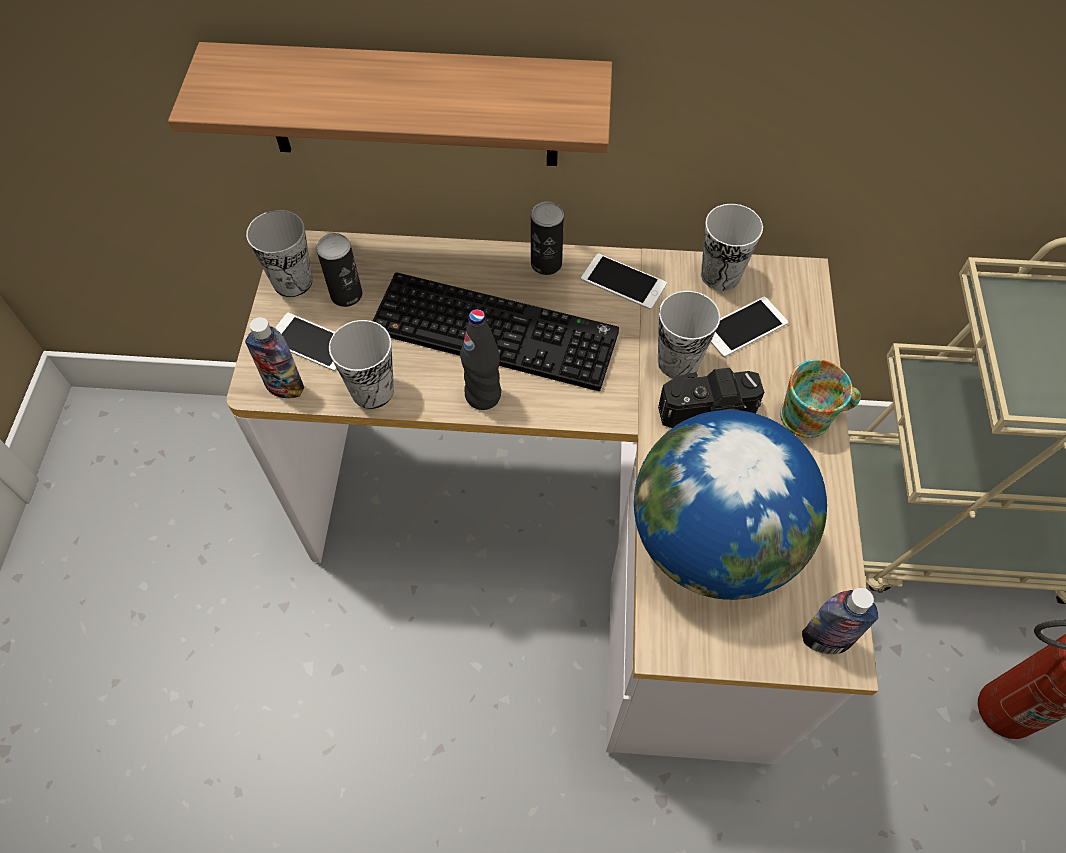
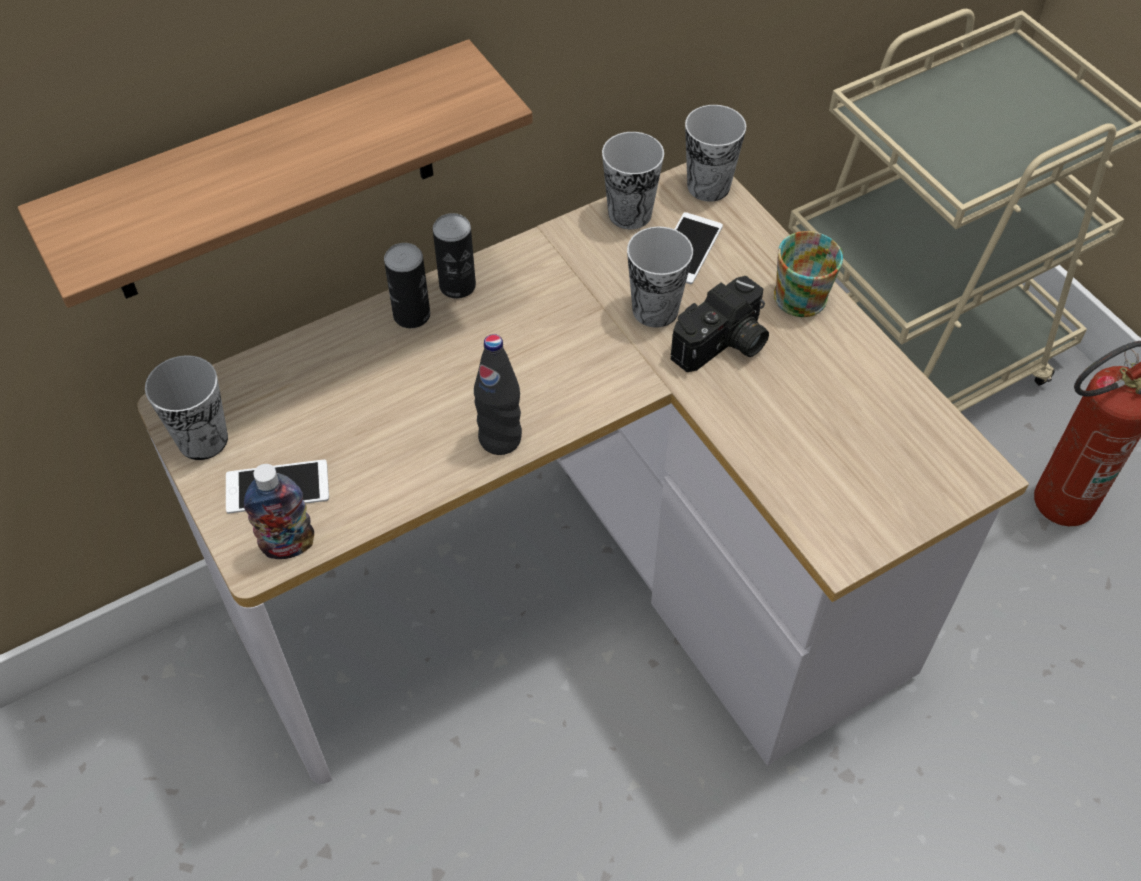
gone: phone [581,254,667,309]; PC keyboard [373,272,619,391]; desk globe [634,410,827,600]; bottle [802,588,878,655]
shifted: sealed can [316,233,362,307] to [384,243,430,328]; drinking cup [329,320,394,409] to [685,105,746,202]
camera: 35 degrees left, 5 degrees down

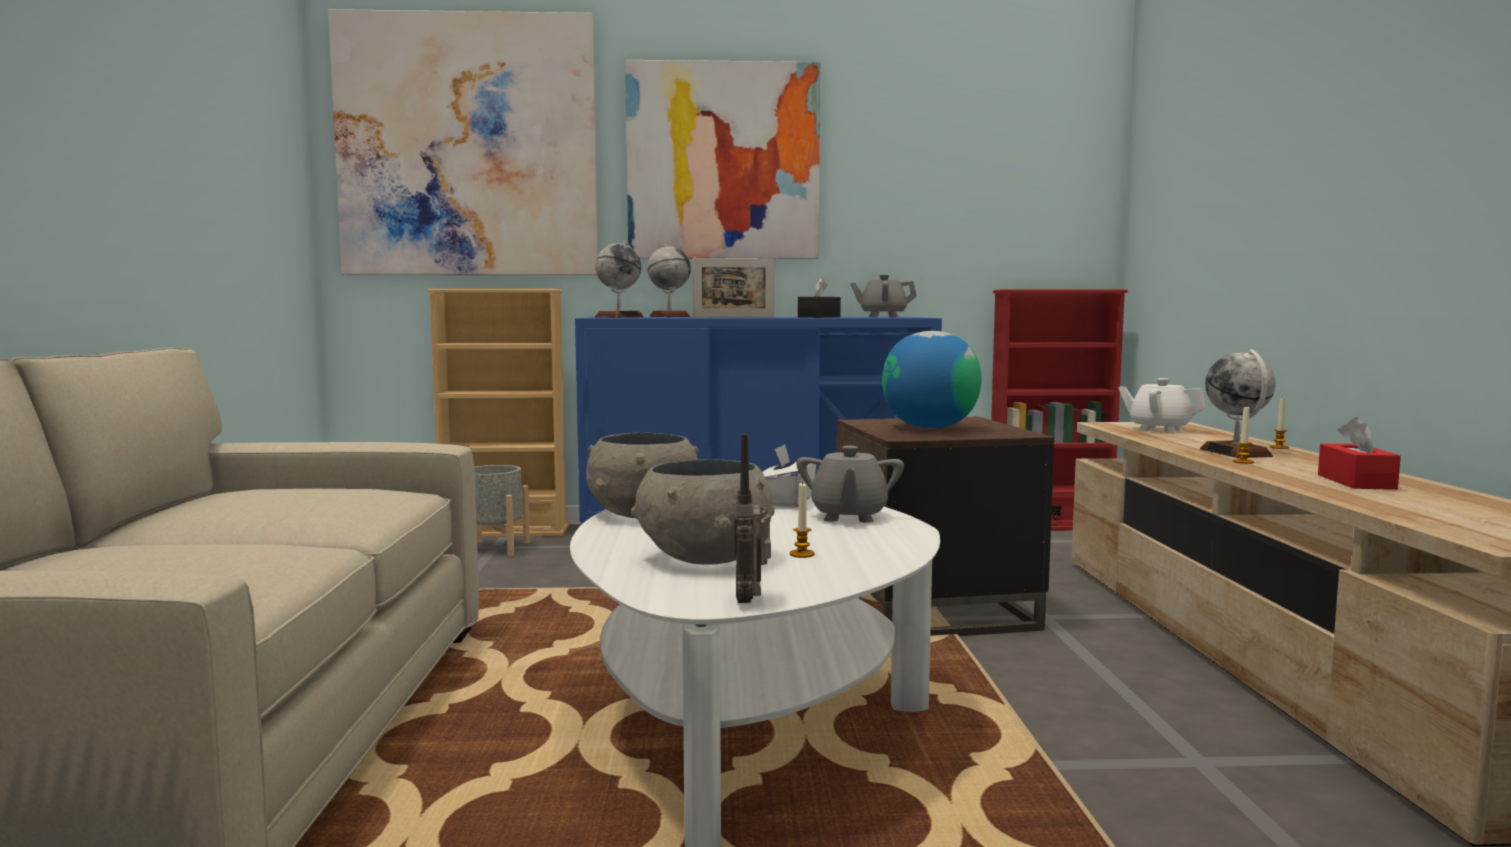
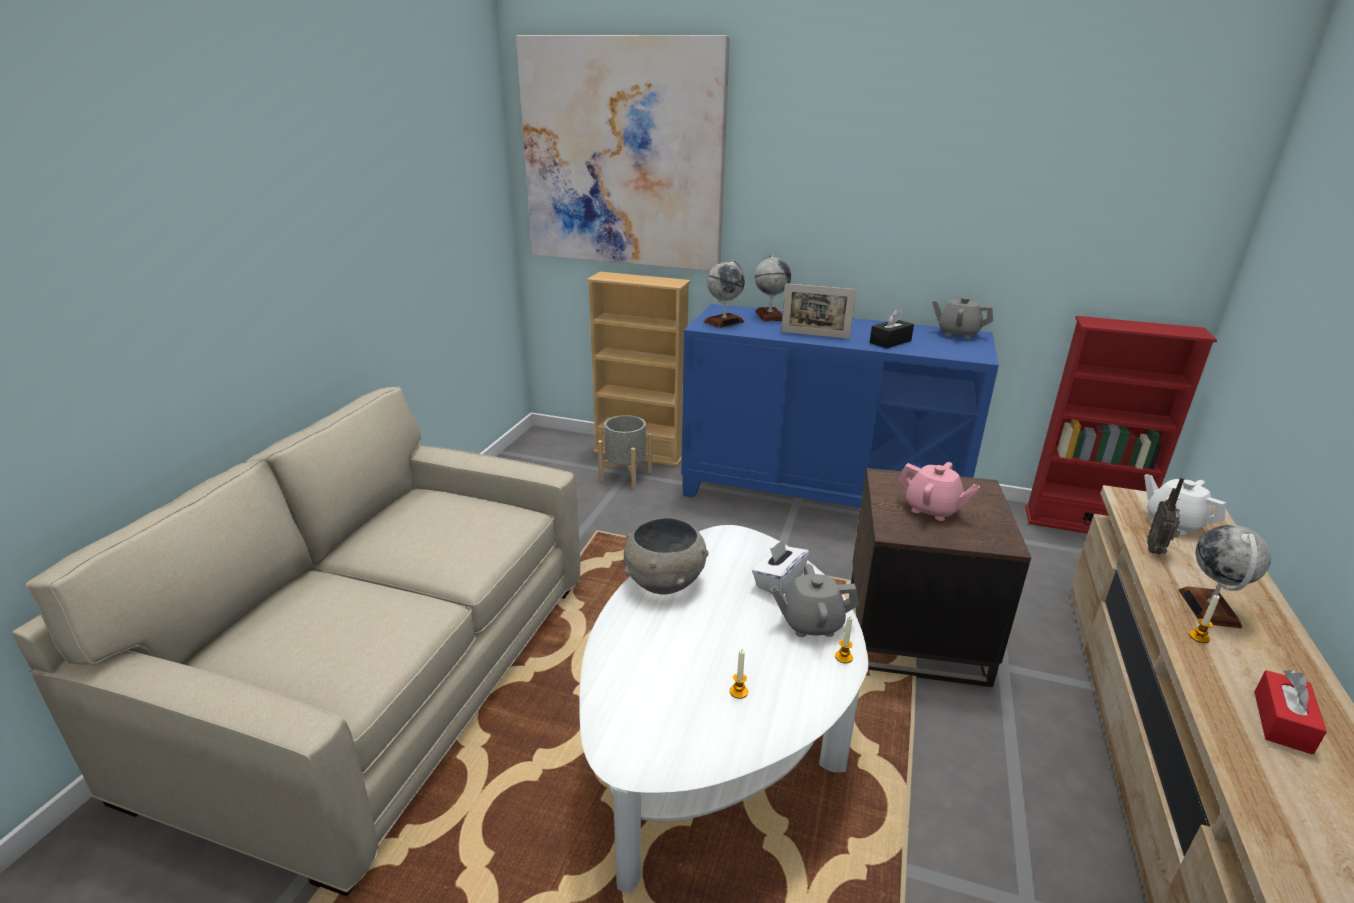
gone: wall picture [625,60,820,259]; grey serving bowl [631,459,775,565]
shifted: wax candle [1270,396,1289,449] to [835,617,853,663]; radio receiver [735,434,771,603] to [1147,478,1184,554]
swapped: desk globe [882,331,981,429] to pink-coloured tea pot [898,462,980,521]
rotated: grey tea pot [796,446,904,523] = [770,564,859,637] 60 degrees clockwise
camera: 20 degrees right, 20 degrees up

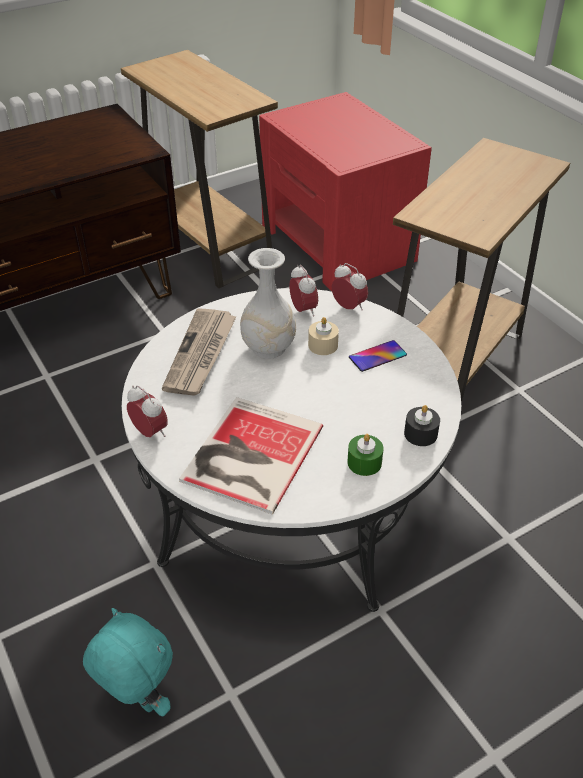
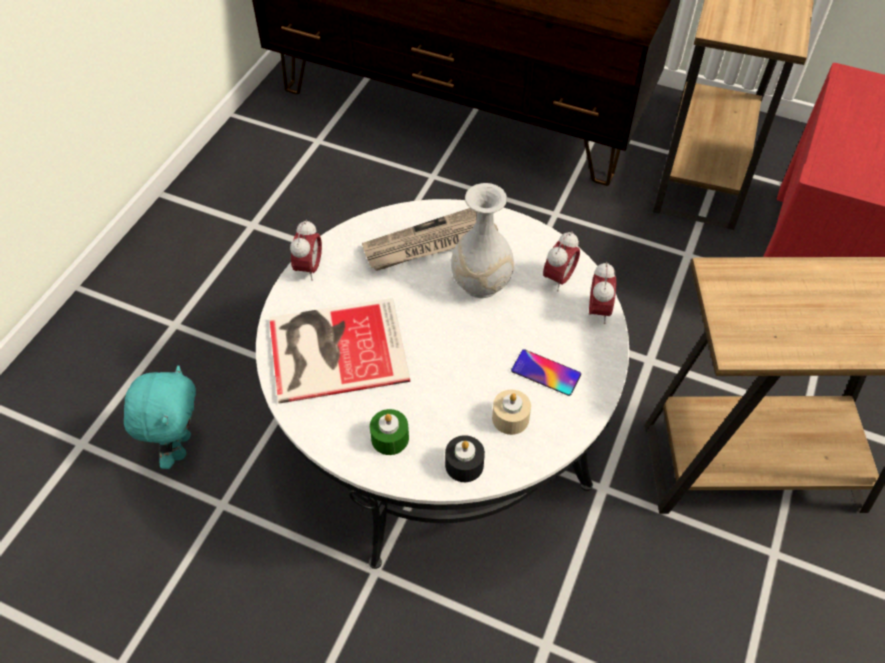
shifted: sand-coloured wax candle [308,317,339,355] to [492,389,531,435]
camera: 55 degrees right, 10 degrees up

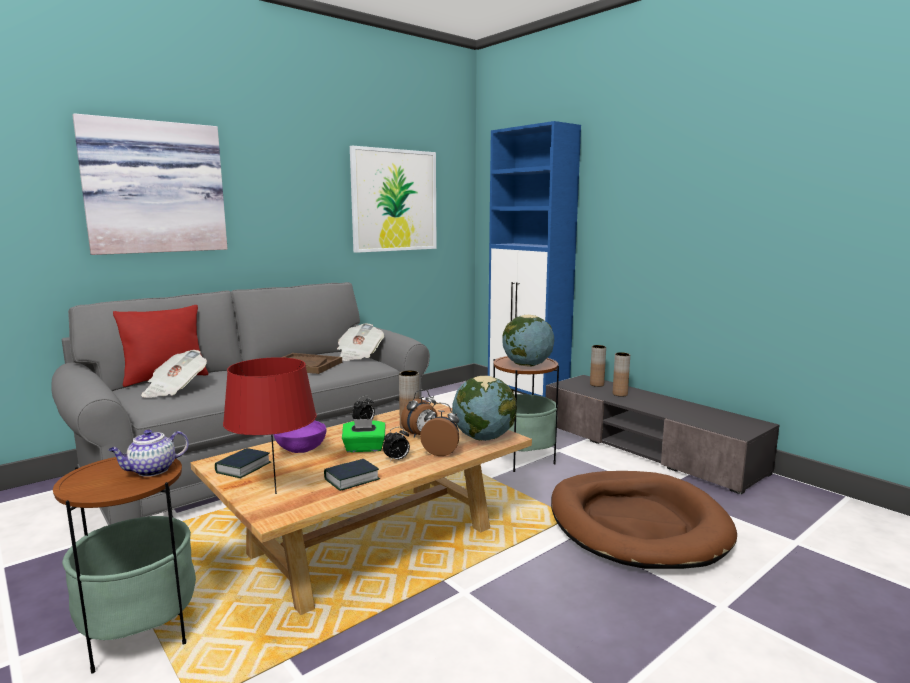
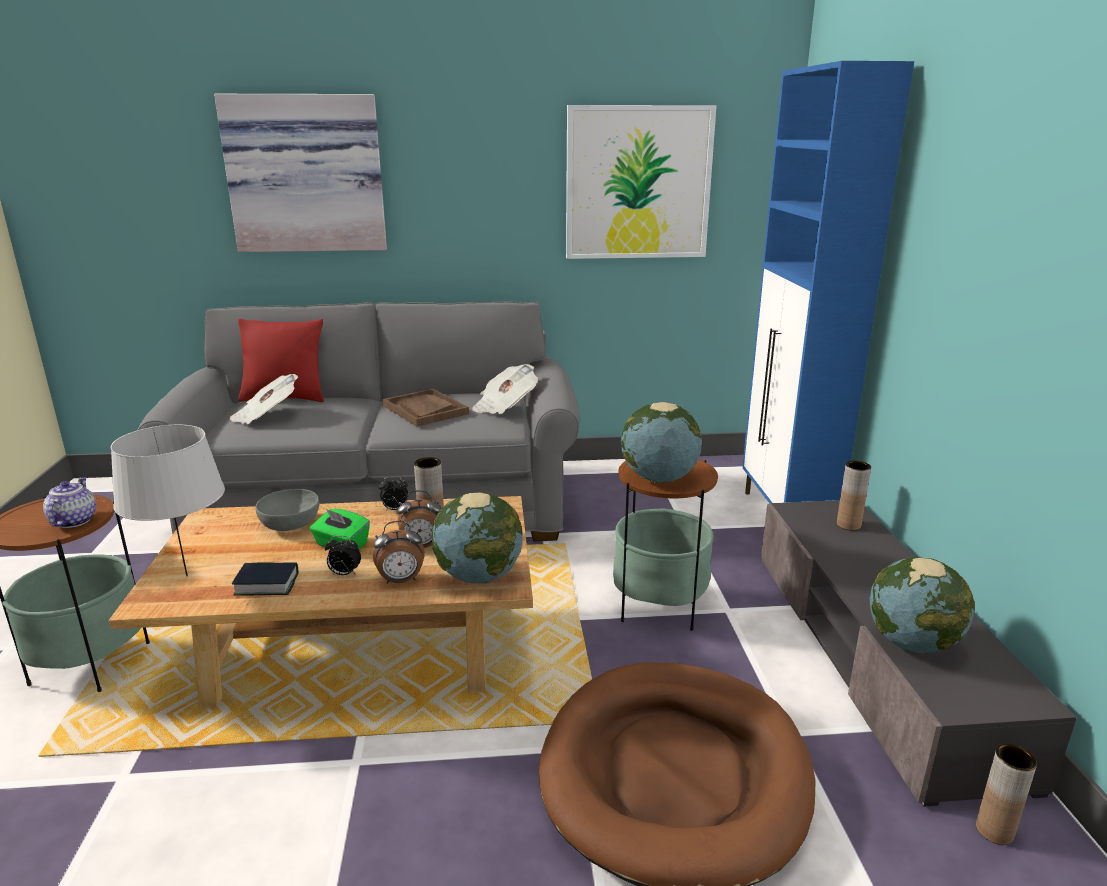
gone: bound book [215,448,271,478]
new: desk globe [870,557,975,654]
shifted: brown flower vase [613,352,630,397] to [976,744,1037,845]
repainted: reddish lamp for a table [223,357,317,494] to grey lamp for a table [110,425,225,576]; purple-coloured serving bowl [273,420,326,453] to grey serving bowl [255,489,319,531]
rotated: bedside clock [420,403,459,456] = [373,521,425,584] 120 degrees clockwise; tea pot [108,430,189,477] = [43,477,96,528] 90 degrees clockwise
camera: 35 degrees right, 10 degrees up

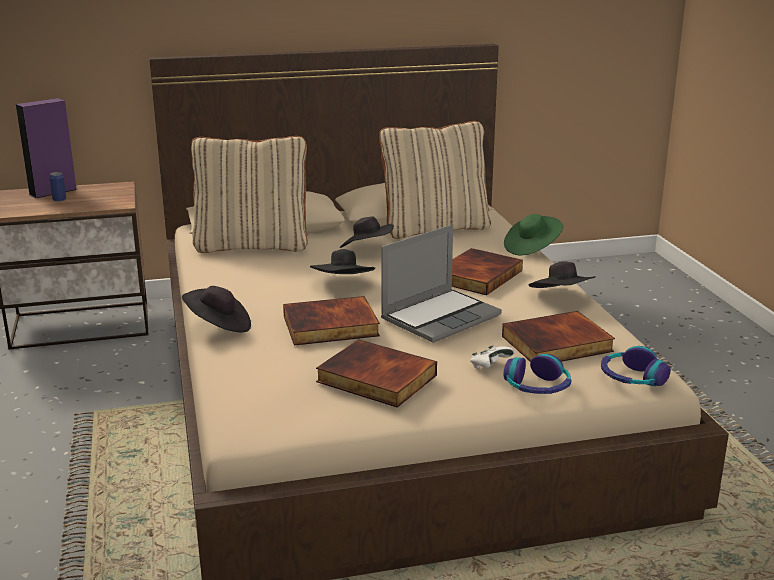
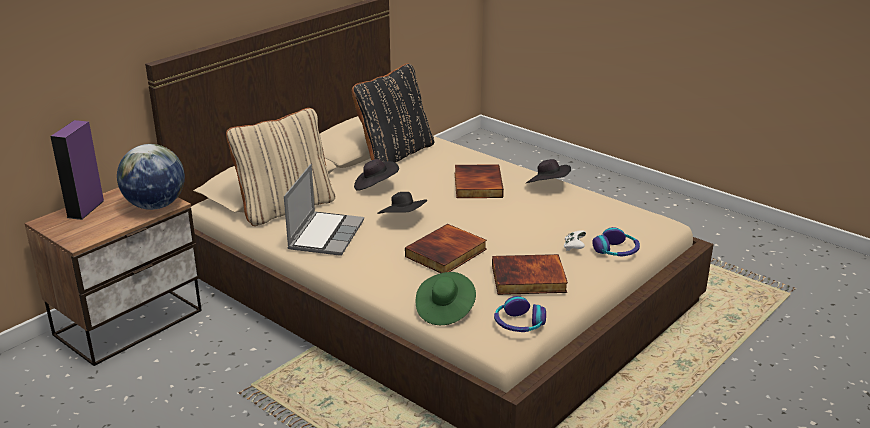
gone: sealed can [49,172,66,202]; blackish wearable hat [182,286,251,332]; bound book [502,311,615,362]
new: desk globe [117,144,185,210]
shifted: green wearable hat [504,214,563,255] to [416,272,476,325]; laptop [381,224,502,343] to [284,164,364,256]; pair of headphones [601,346,671,386] to [494,296,546,332]
repainted: sand-coloured cushion [379,121,491,239] to blackish cushion [352,63,434,163]
camera: 35 degrees left, 5 degrees up

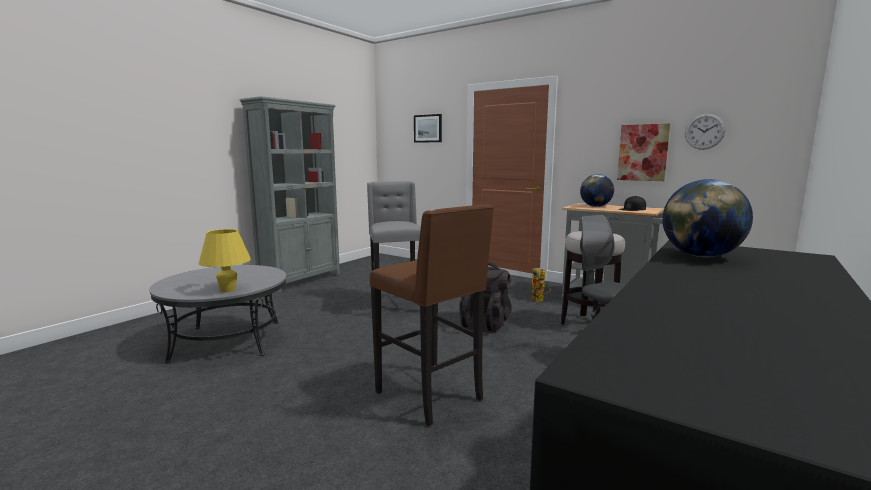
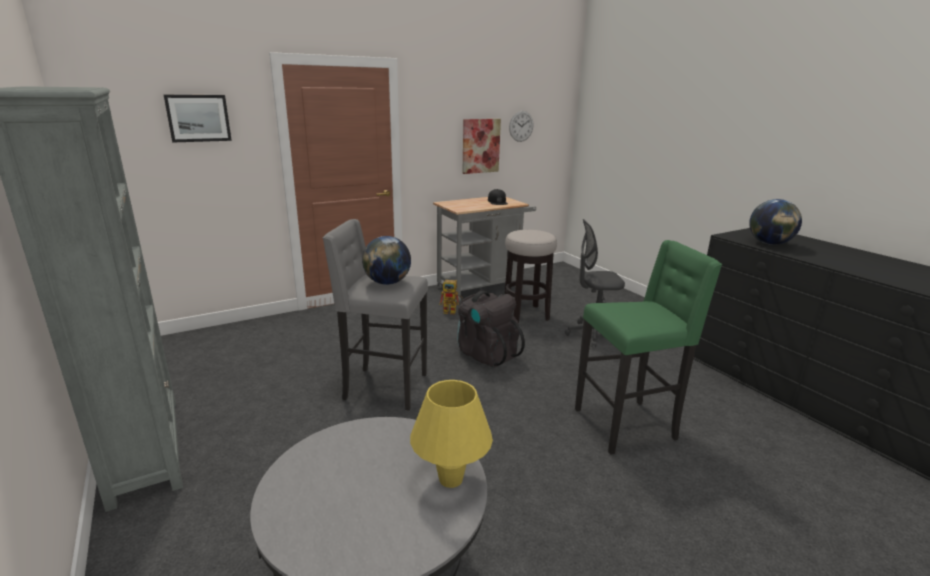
shifted: desk globe [580,174,614,207] to [362,236,411,285]
repainted: brown sitting stool [370,204,494,426] to green sitting stool [575,240,722,455]
camera: 65 degrees left, 10 degrees up

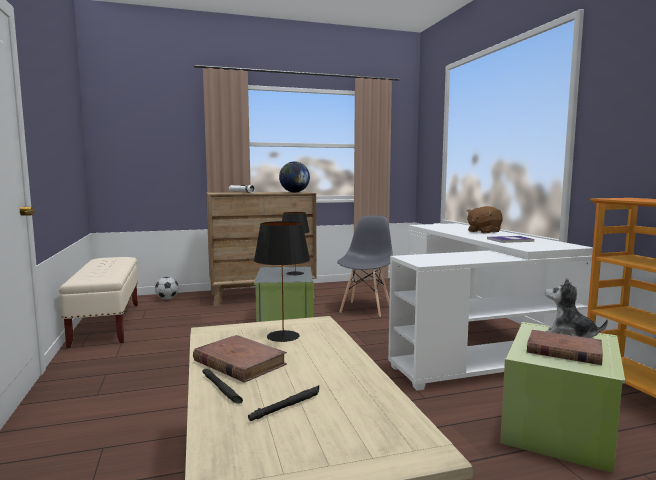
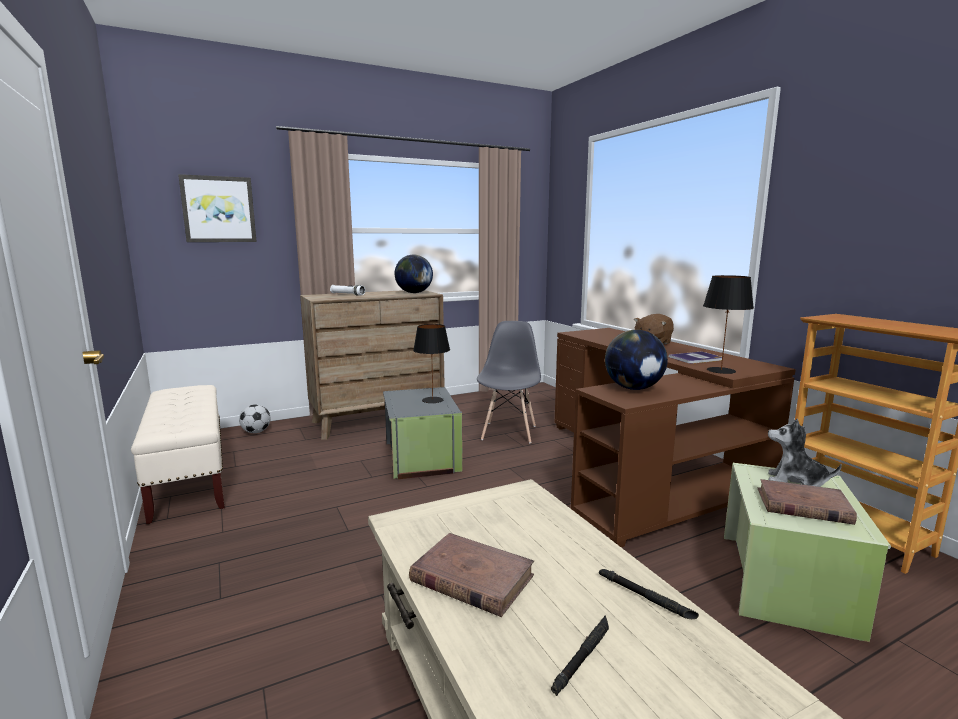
new: wall picture [178,174,257,242]; desk globe [605,330,668,390]
shifted: blackish lamp for a table [254,221,310,342] to [703,275,754,374]; blackish hand torch [202,369,243,404] to [599,569,699,619]
repainted: white desk [388,223,593,391] to brown desk [555,328,796,547]
camera: 10 degrees left, 5 degrees up

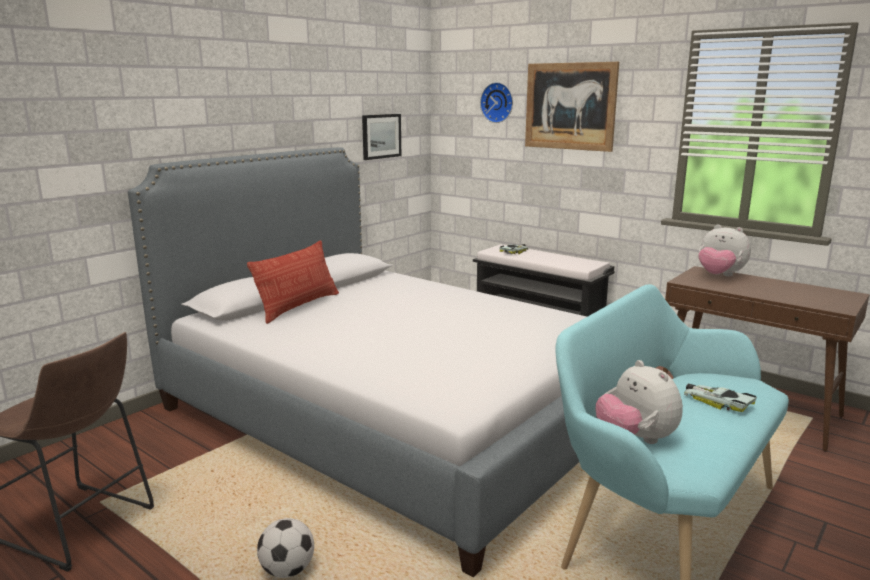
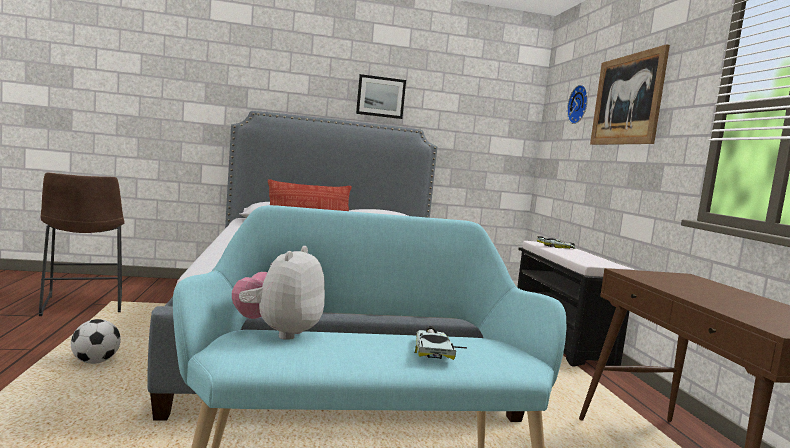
gone: cuddly toy [698,224,751,277]
shifted: wall picture [362,114,401,160] to [356,74,406,119]
camera: 40 degrees right, 10 degrees down

